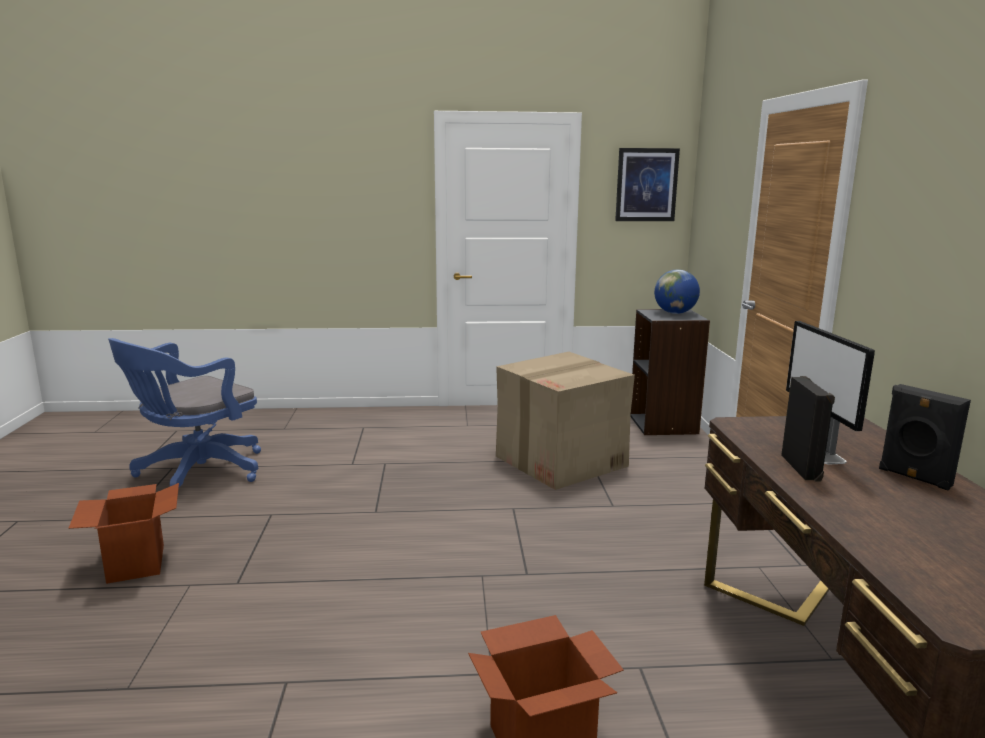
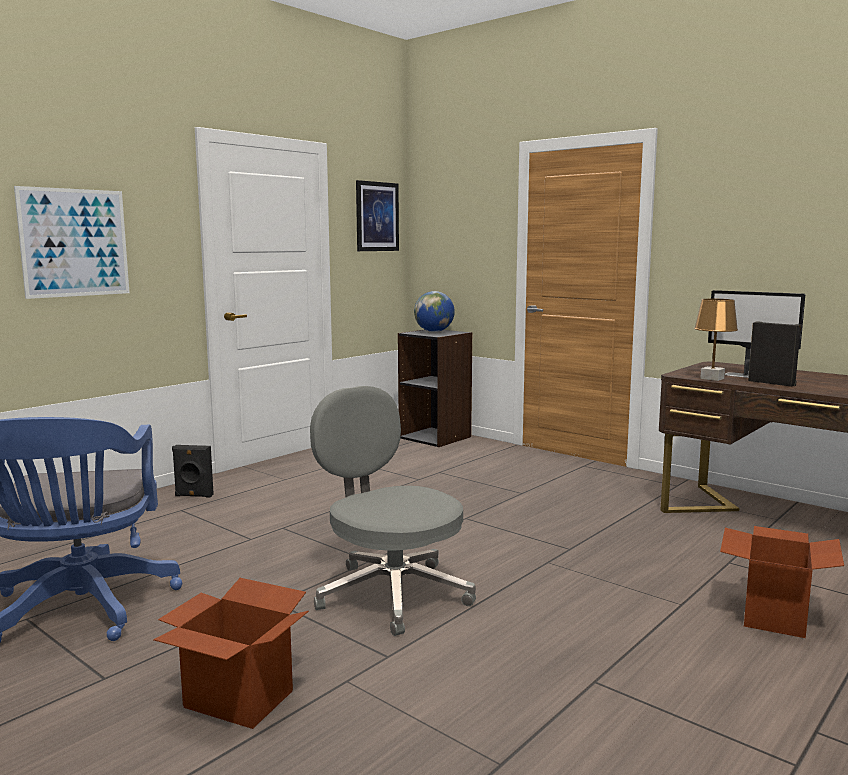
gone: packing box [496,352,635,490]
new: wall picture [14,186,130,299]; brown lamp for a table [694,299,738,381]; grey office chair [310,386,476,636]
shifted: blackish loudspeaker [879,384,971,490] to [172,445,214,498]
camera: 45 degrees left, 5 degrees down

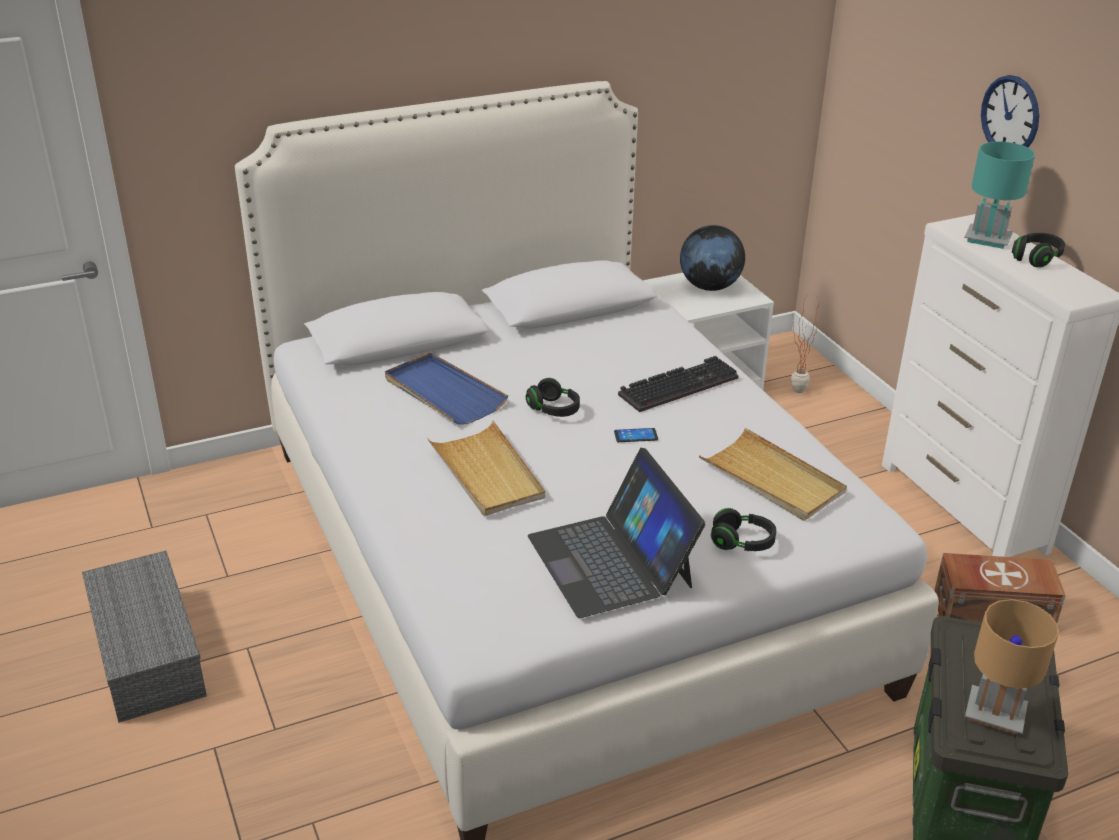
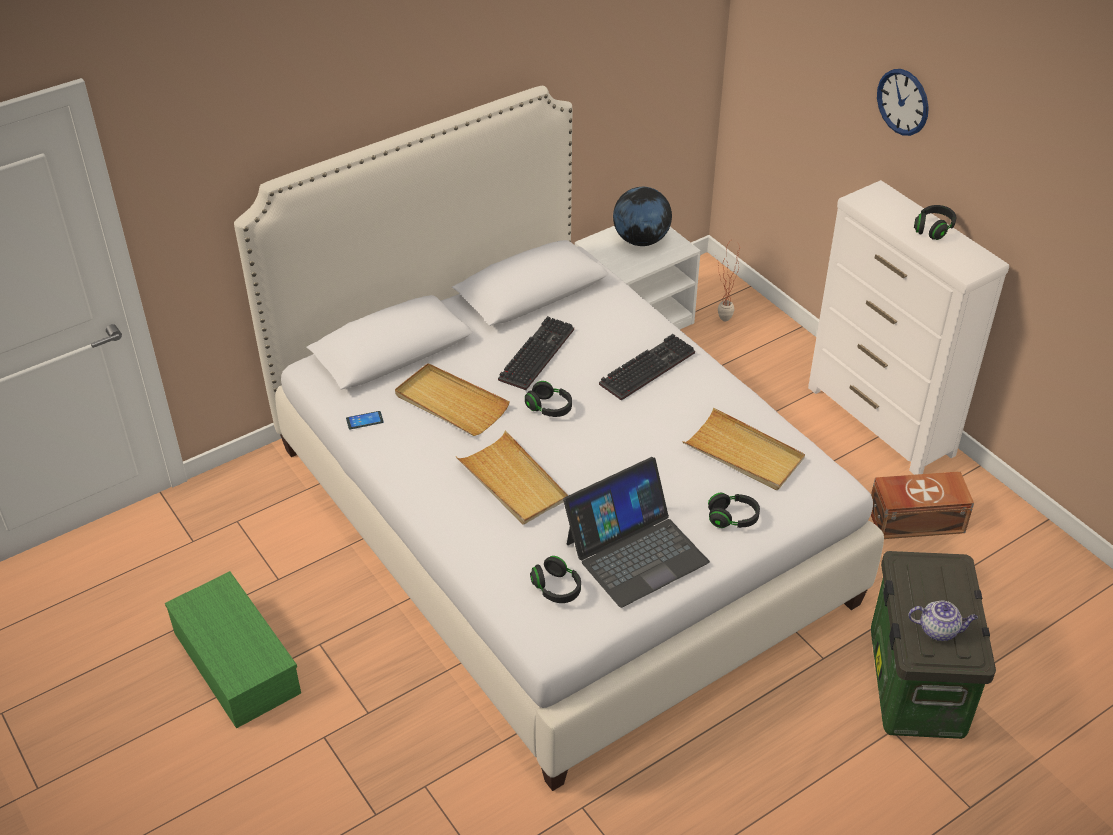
gone: turquoise-coloured lamp for a table [964,141,1035,249]
new: PC keyboard [498,316,574,390]; blackish pair of headphones [530,556,581,603]
shifted: phone [614,428,658,442] to [346,411,384,429]
swapped: brown lamp for a table [965,599,1059,735] to tea pot [908,600,978,641]
repainted: blue-coloured tray [385,352,508,425] to sand-coloured tray [395,363,510,436]; grey storage bin [82,550,207,723] to green storage bin [165,571,301,729]
rotated: laptop [528,448,706,618] = [563,457,710,608] 90 degrees counterclockwise
camera: 10 degrees left, 10 degrees up

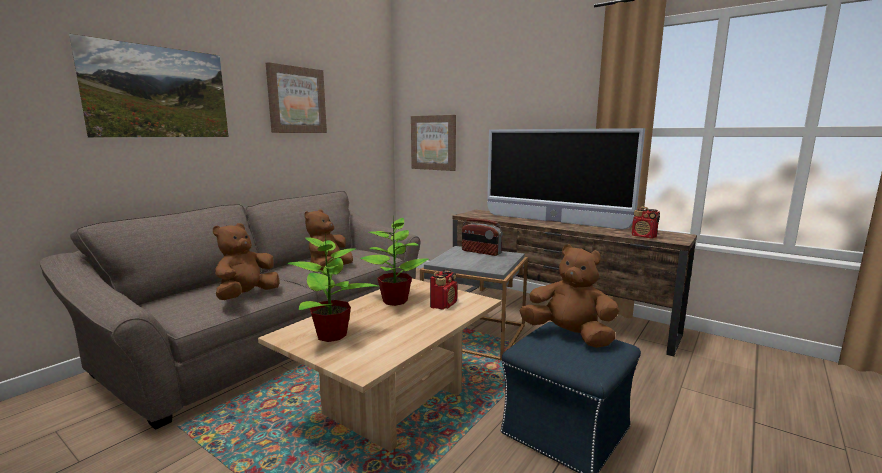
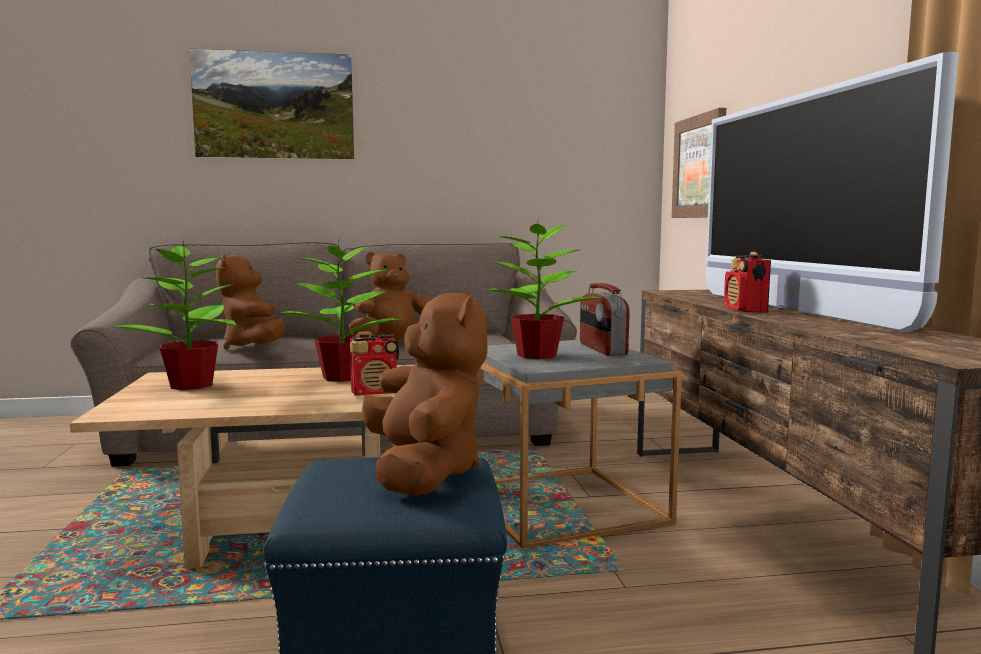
gone: wall picture [266,62,327,133]
new: potted plant [488,217,601,359]
shifted: radio receiver [632,207,660,239] to [724,252,771,313]
rotated: brown cuddly toy [213,223,280,300] = [216,254,286,350] 90 degrees counterclockwise
camera: 45 degrees right, 5 degrees down

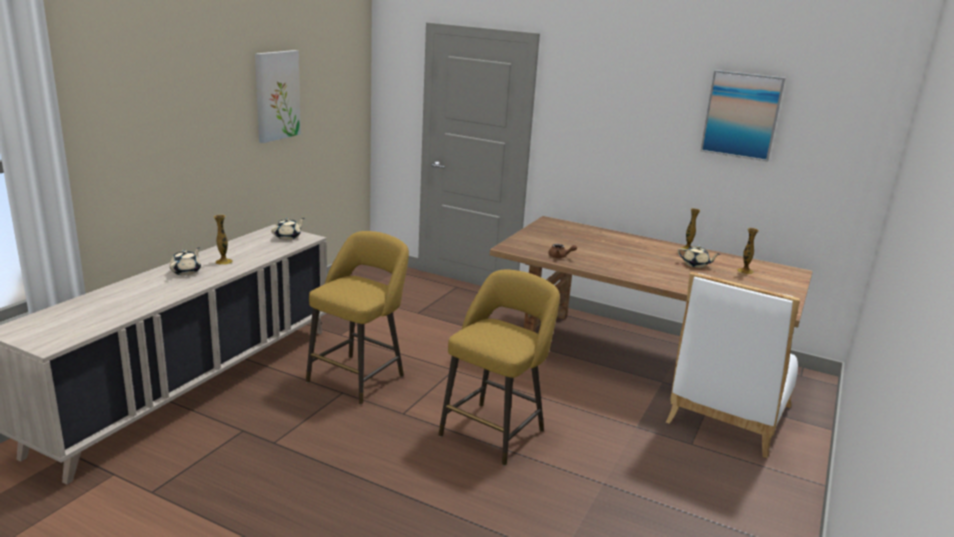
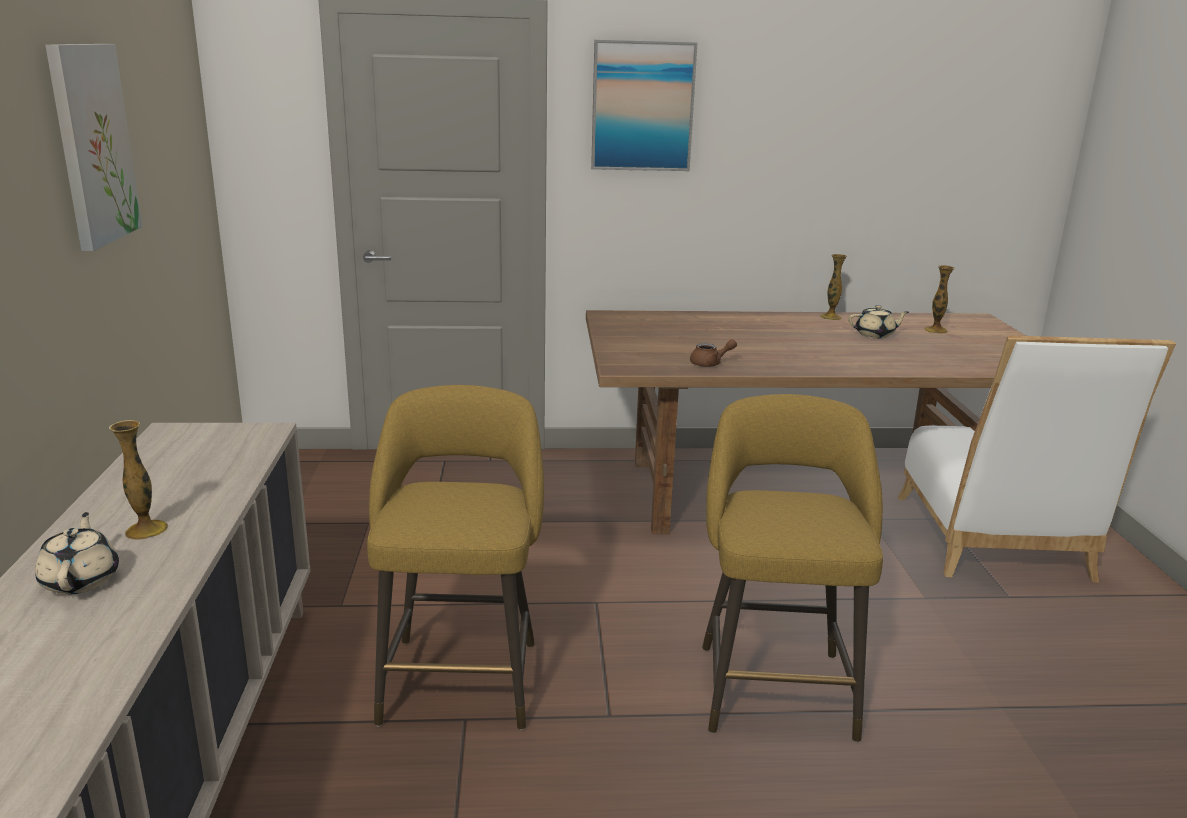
gone: sand-coloured tea pot [271,218,304,240]
shifted: wall picture [701,70,785,162] to [591,40,697,171]
camera: 30 degrees left, 0 degrees up

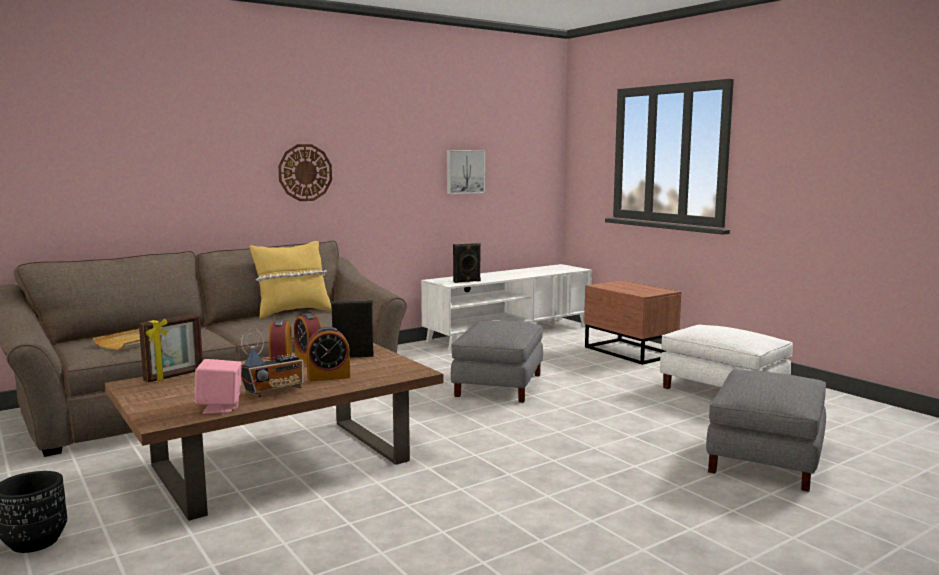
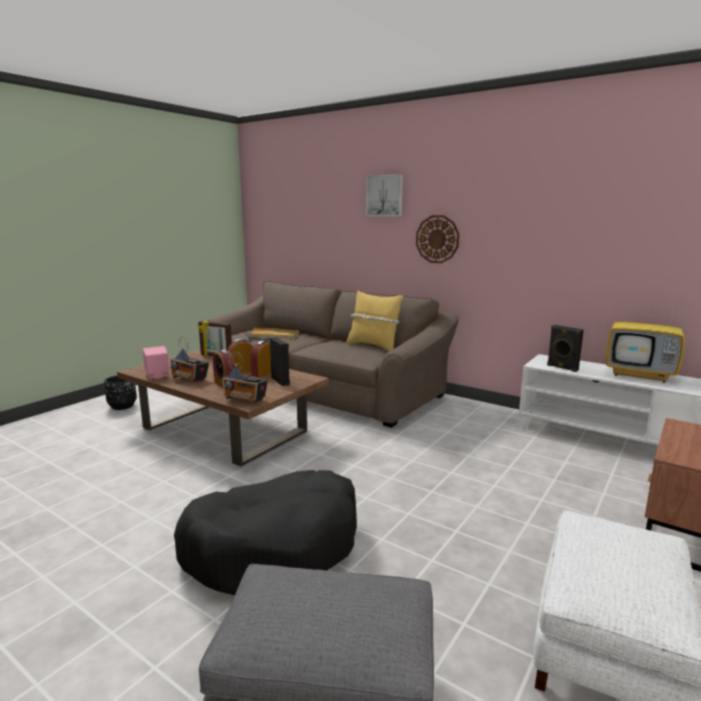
gone: grey pouffe [451,320,543,403]
new: TV set [606,293,685,383]; radio receiver [222,352,268,403]; blackish pet bed [174,470,357,595]
shifted: wall picture [447,150,485,194] to [366,174,403,216]
camera: 70 degrees right, 5 degrees up

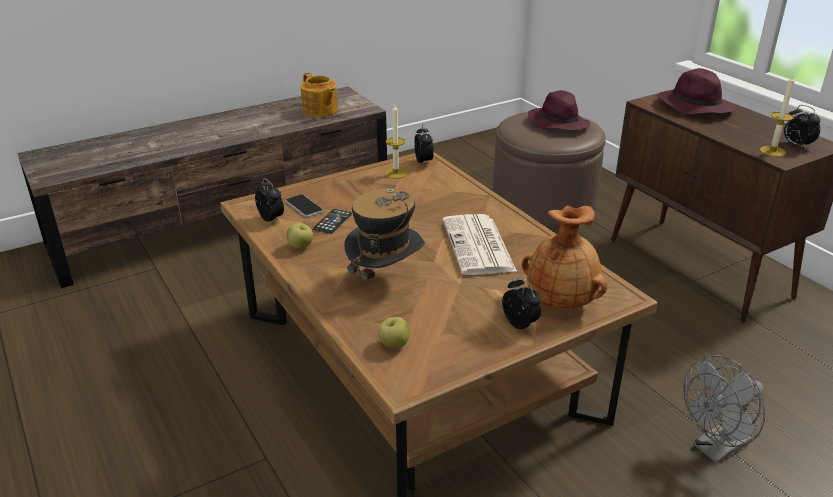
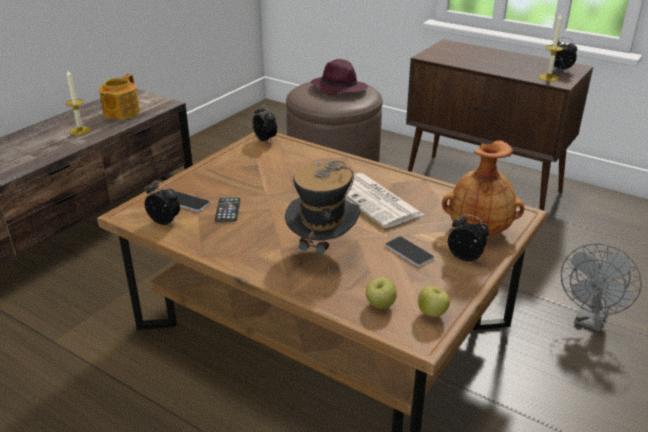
gone: purple-coloured wearable hat [657,68,736,115]
new: phone [385,236,434,266]
shifted: wax candle [385,105,407,179] to [66,70,91,135]; whole apple [287,223,313,249] to [418,286,450,317]
rotated: tea pot [301,73,338,117] = [99,74,140,120] 75 degrees clockwise
camera: 25 degrees left, 0 degrees up

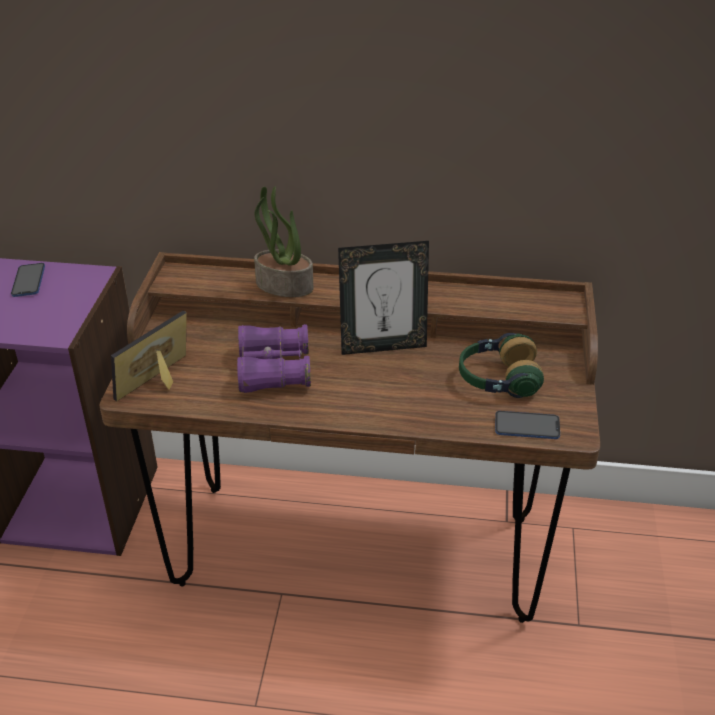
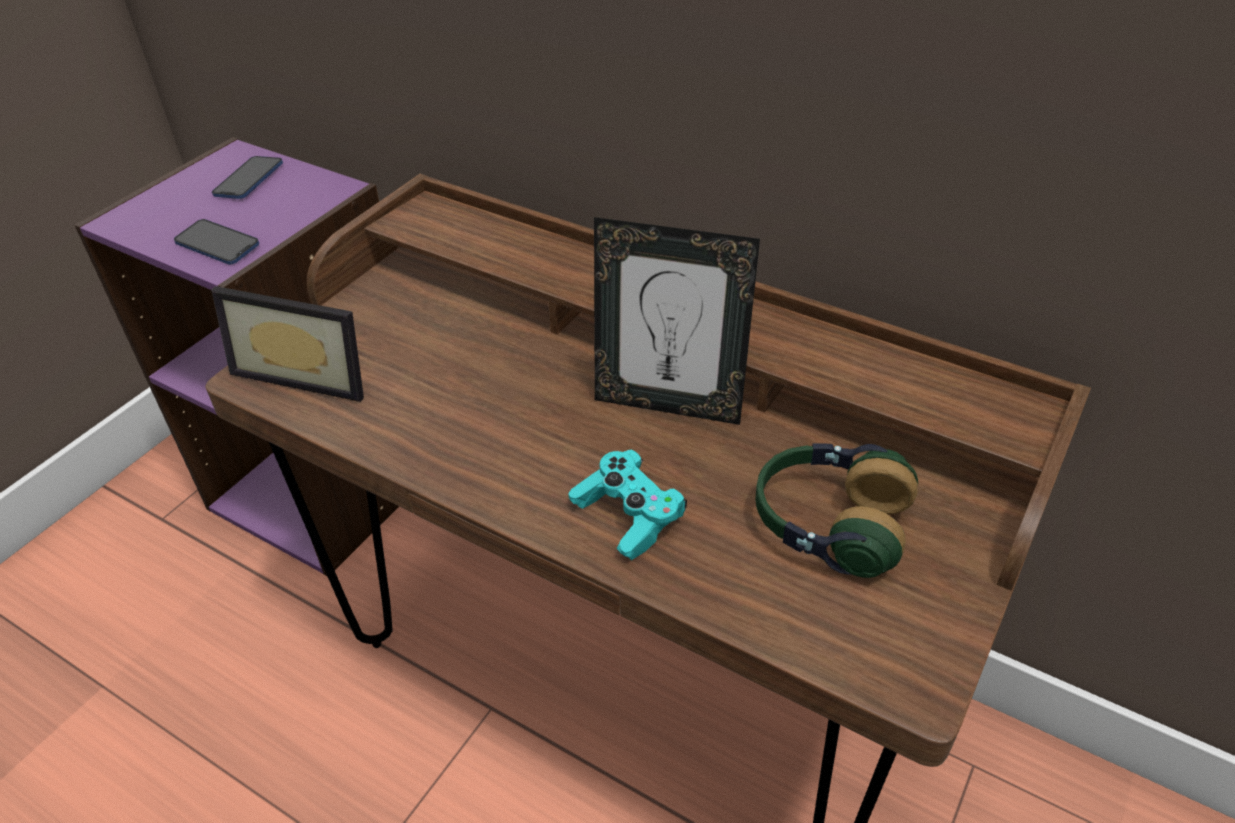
gone: potted plant [254,186,313,297]; purple-coloured pair of binoculars [237,324,311,393]
new: turquoise-coloured gamepad [568,450,687,560]
shifted: phone [495,411,560,439] to [174,219,259,264]
rotated: picture frame [111,310,187,402] = [211,286,364,402] 135 degrees counterclockwise
camera: 25 degrees right, 5 degrees up

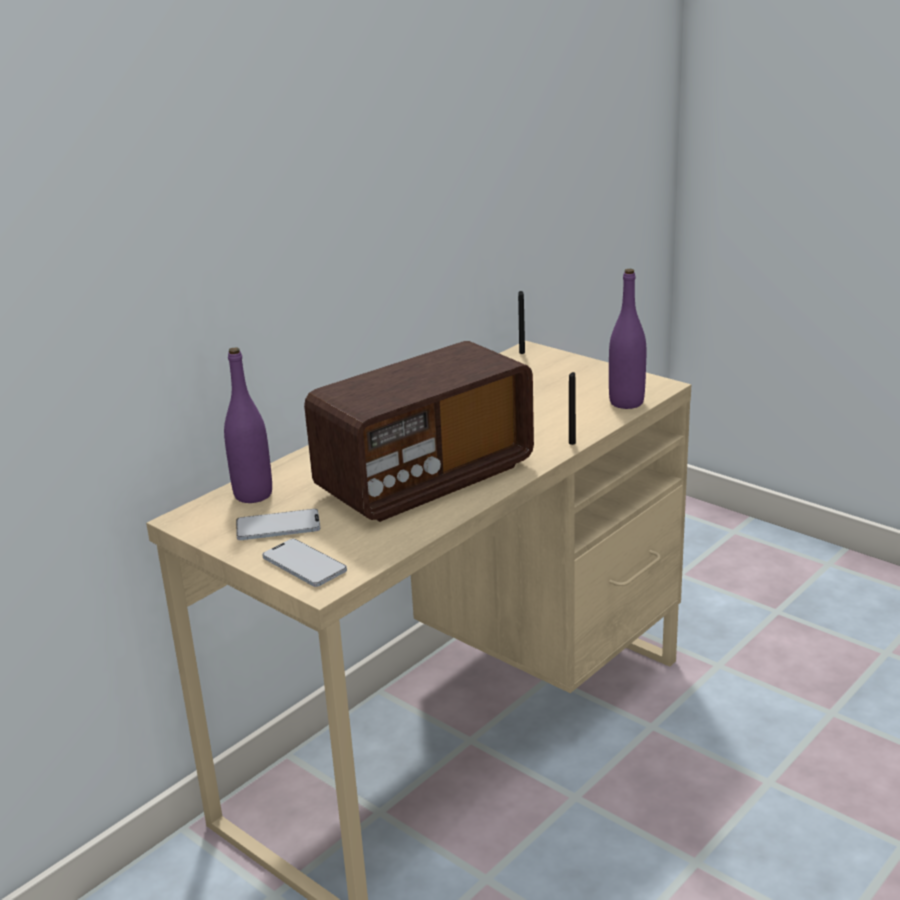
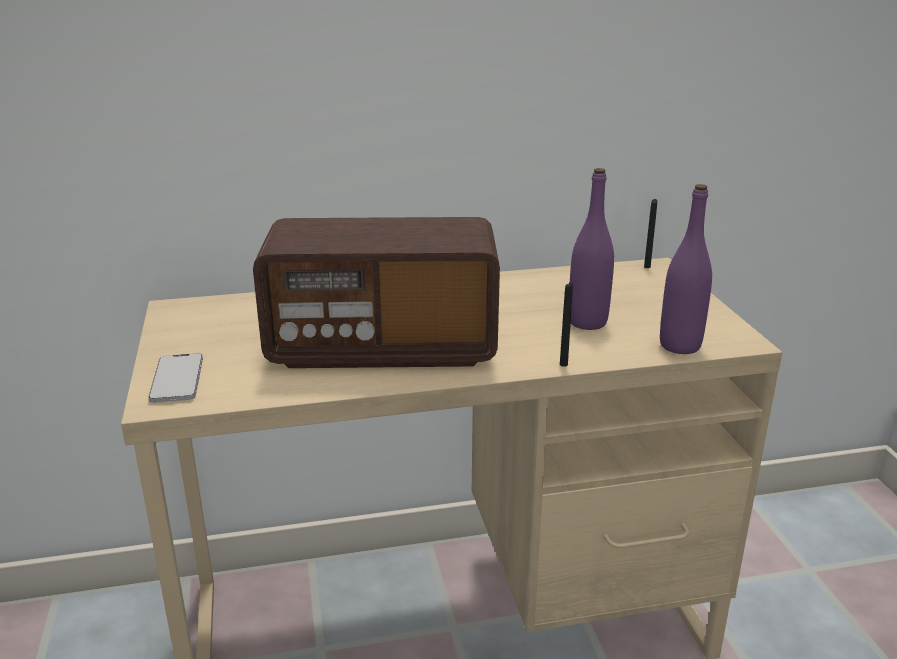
gone: phone [236,509,320,540]
shifted: purple-coloured bottle [224,347,272,503] to [570,168,614,330]
camera: 35 degrees right, 0 degrees up

